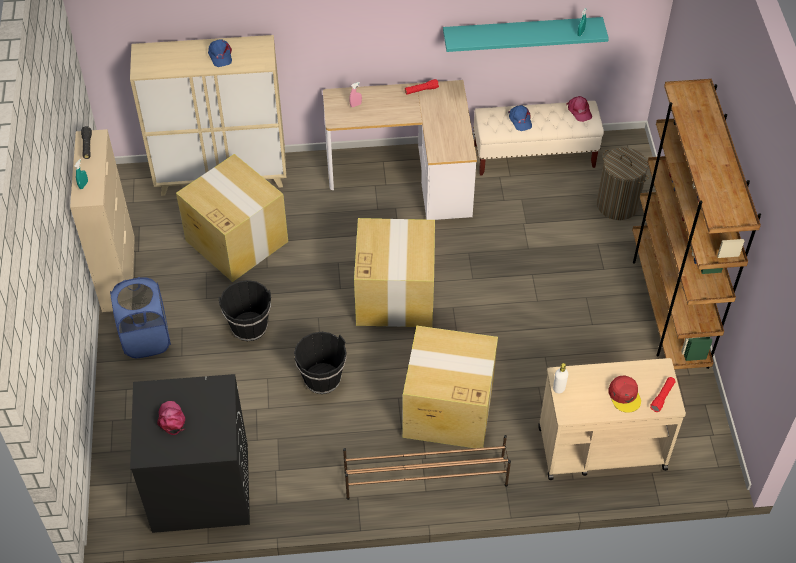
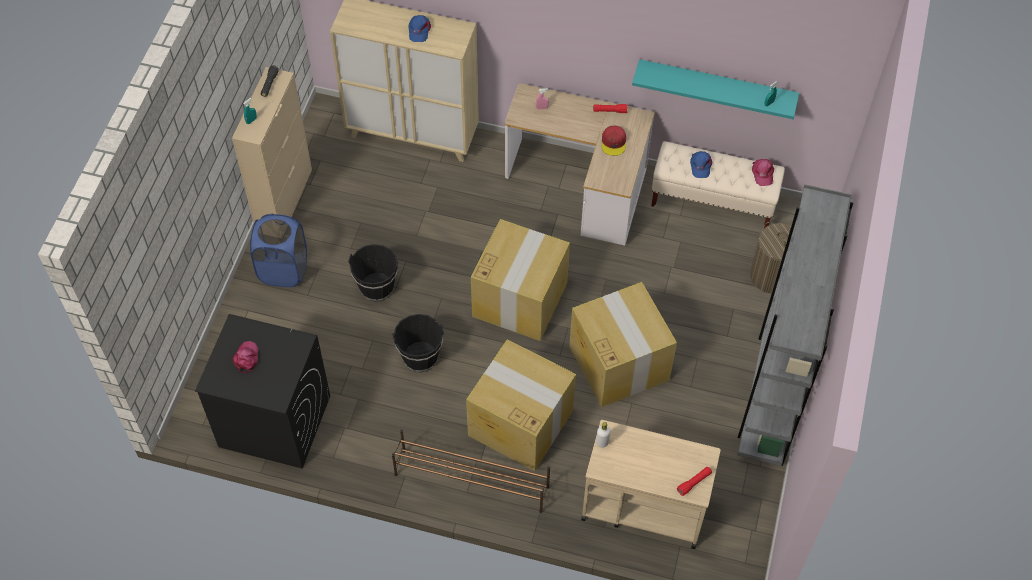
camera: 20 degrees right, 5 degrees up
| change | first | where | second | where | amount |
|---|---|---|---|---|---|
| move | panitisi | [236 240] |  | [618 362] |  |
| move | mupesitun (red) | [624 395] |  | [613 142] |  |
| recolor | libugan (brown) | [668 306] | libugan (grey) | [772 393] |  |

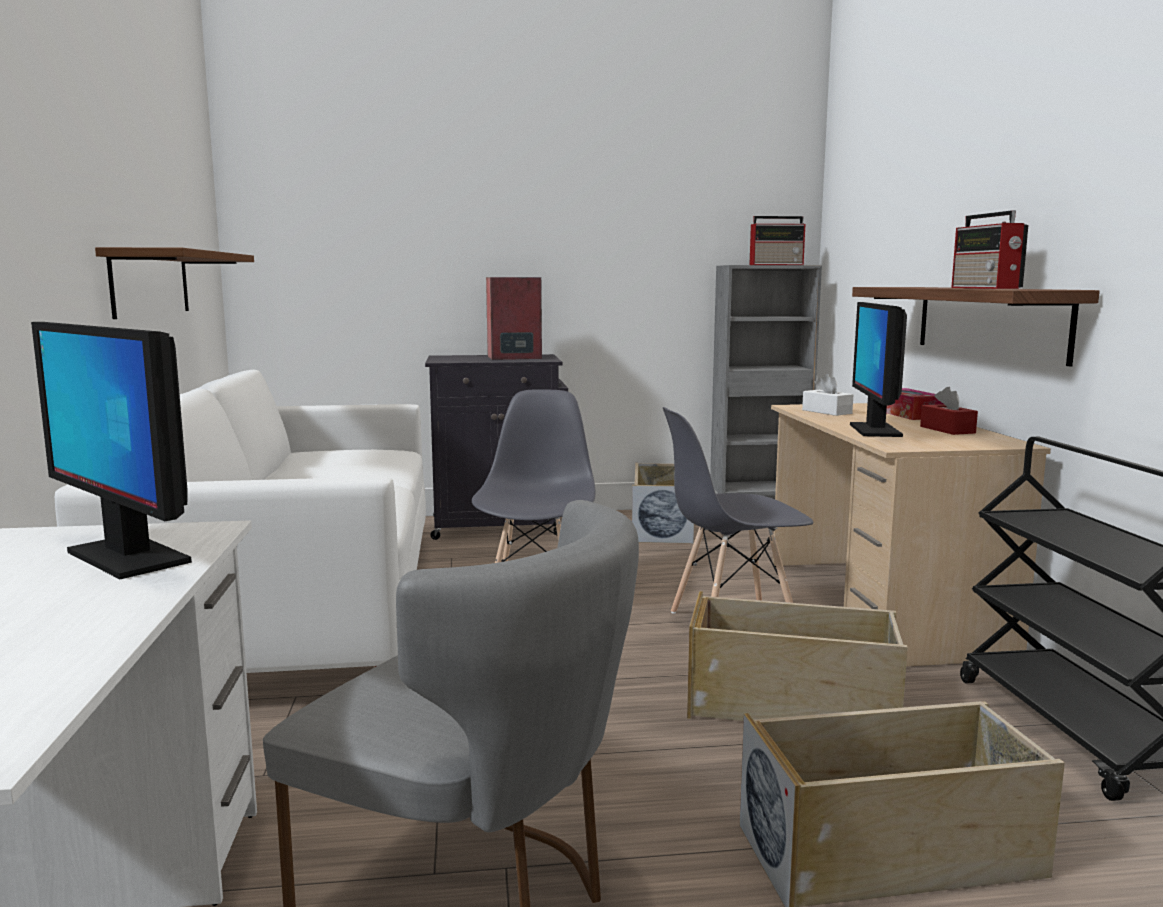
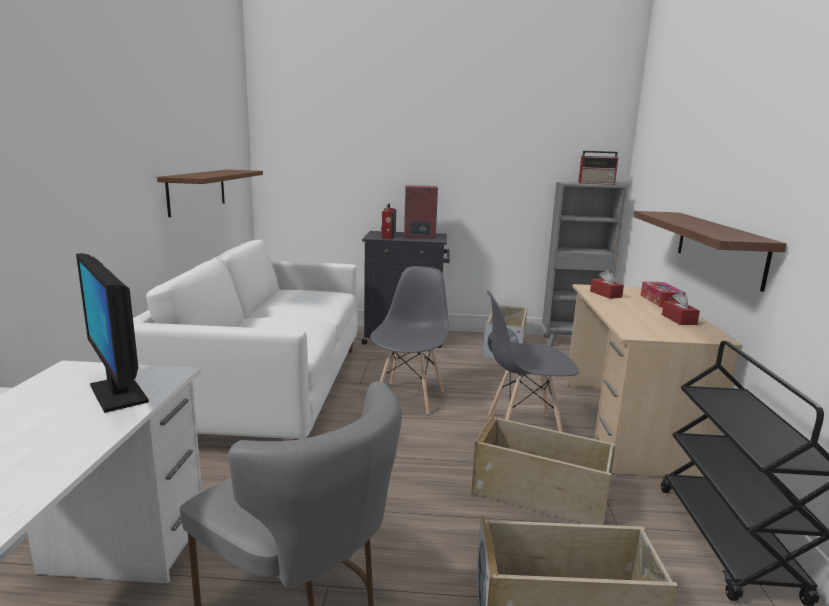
camera: 10 degrees right, 5 degrees up
| change | first | where | second | where | amount |
|---|---|---|---|---|---|
| delete | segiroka | [875 430] |  |  |  |
| move | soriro | [986 288] |  | [388 236] |  |
| recolor | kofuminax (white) | [826 412] | kofuminax (red) | [605 294] |  |

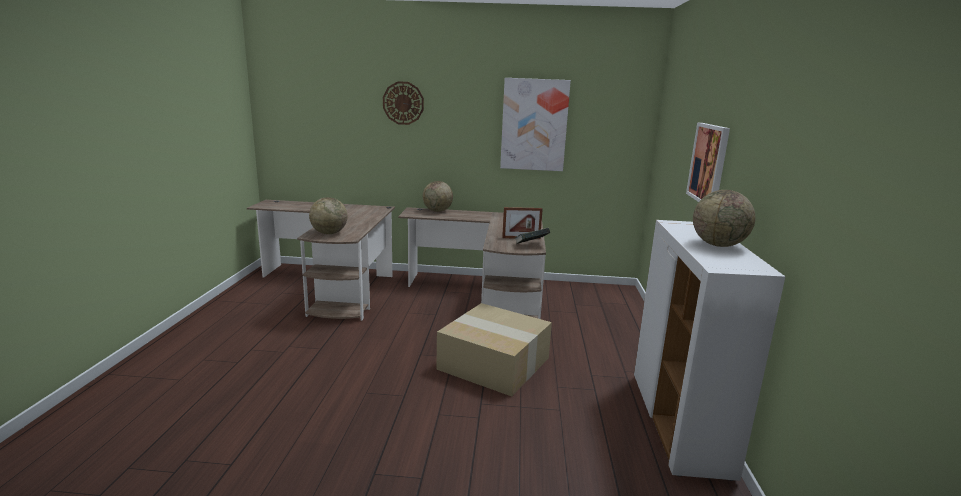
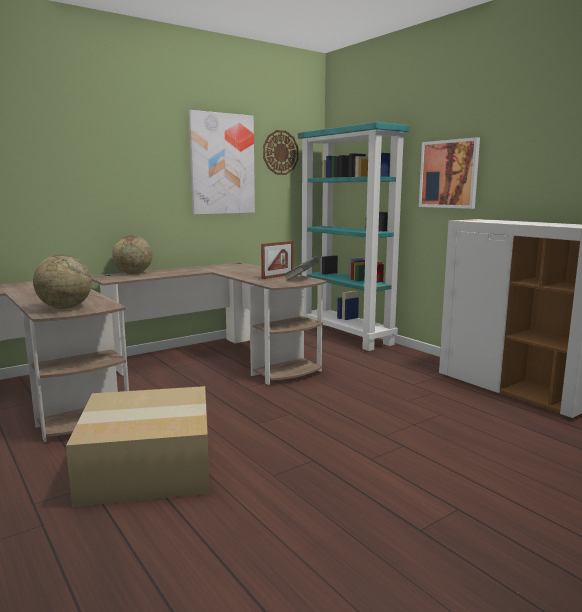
camera: 40 degrees left, 5 degrees down
| change | first | where | second | where | amount |
|---|---|---|---|---|---|
| delete | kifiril | [718 245] |  |  |  |
| insert |  |  | libugan (turquoise) | [346 336] |  |
| move | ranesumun | [403 103] |  | [280 152] |  |
| move | panitisi | [492 363] |  | [145 467] |  |

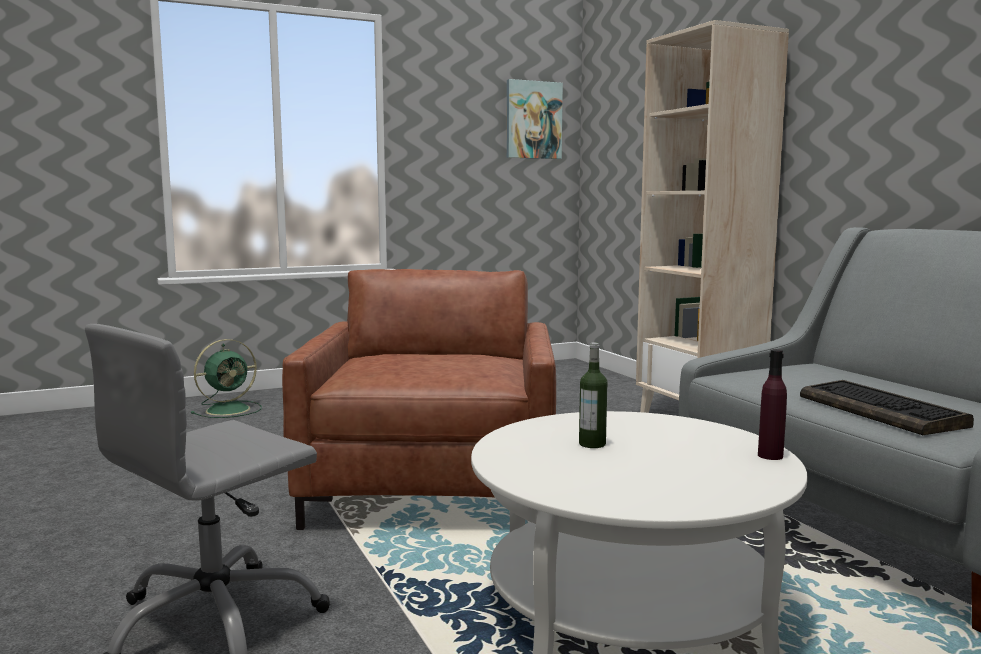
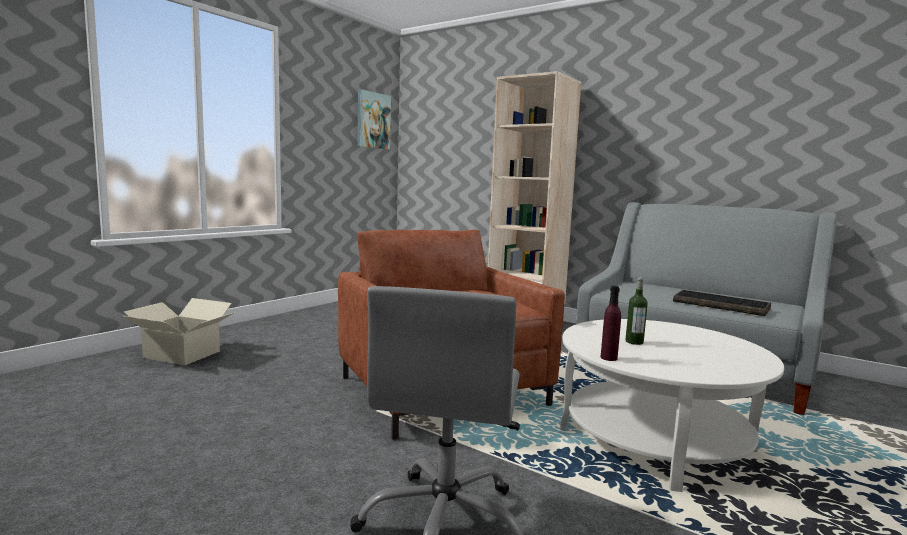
camera: 30 degrees left, 0 degrees up
| change | first | where | second | where | amount |
|---|---|---|---|---|---|
| move | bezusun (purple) | [770 456] |  | [608 358] |  |
| replace | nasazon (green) | [230 409] | panitisi | [182 354] |  |

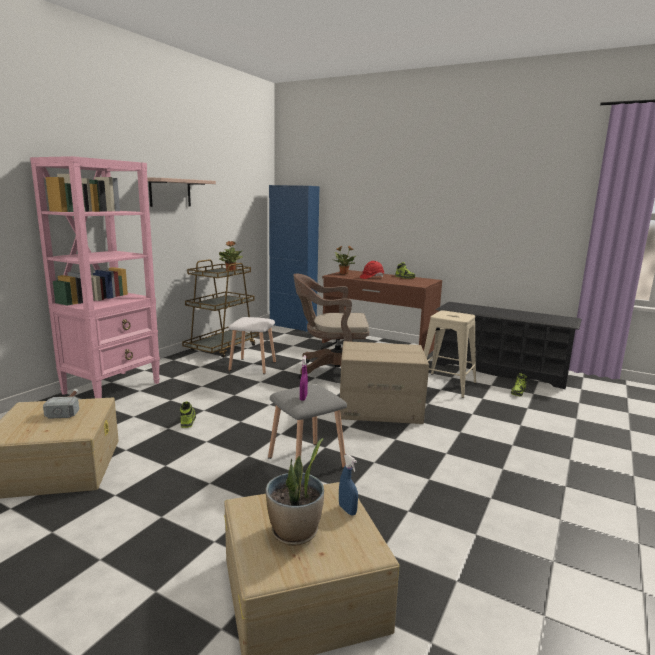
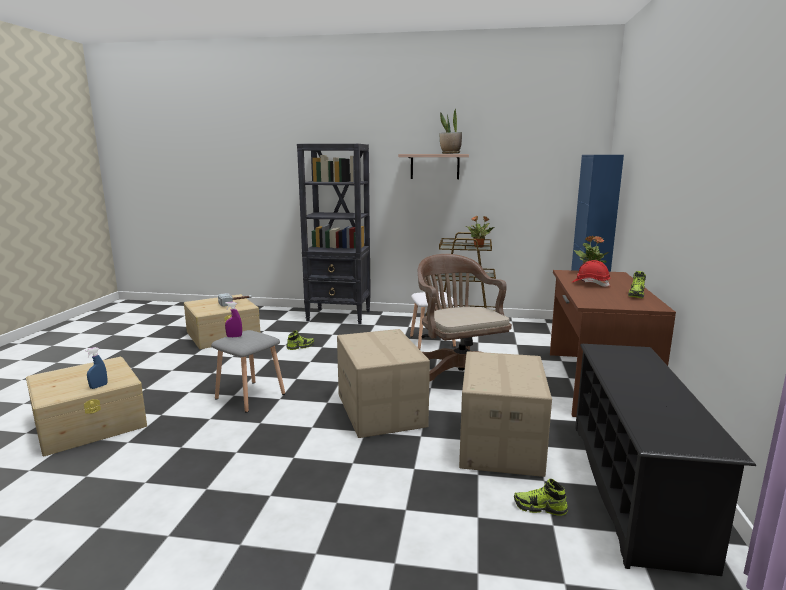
camera: 70 degrees right, 0 degrees up
| change | first | where | second | where | amount |
|---|---|---|---|---|---|
| move | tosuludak | [295 532] |  | [450 153] |  |
| replace | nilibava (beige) | [446 385] | panitisi | [499 443] |  |
| recolor | libugan (pink) | [113 388] | libugan (black) | [339 316] |  |

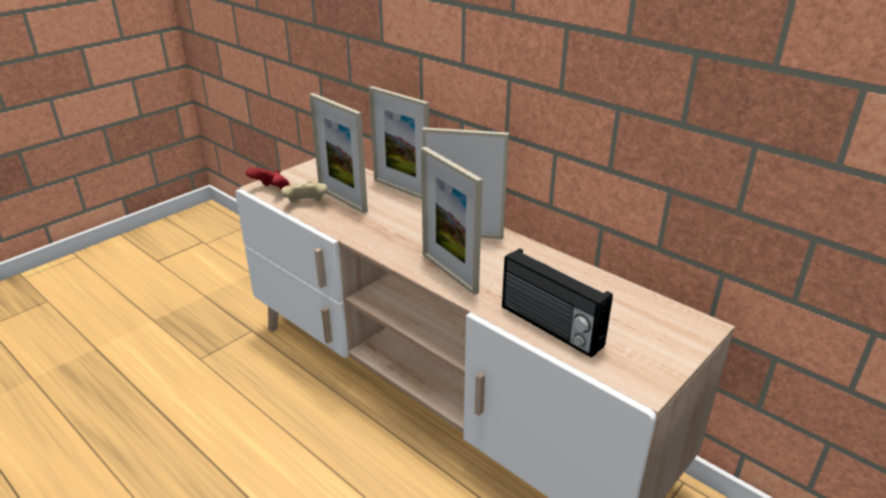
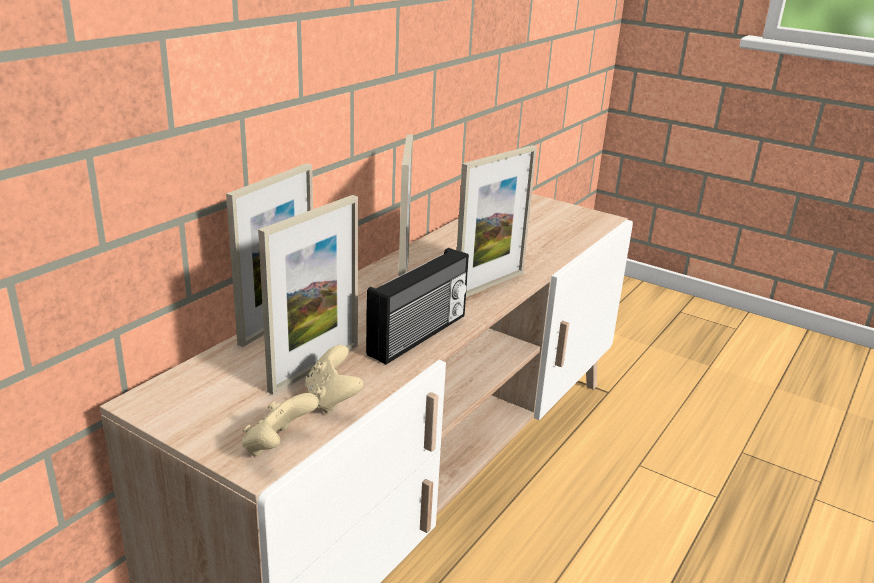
camera: 100 degrees left, 5 degrees down
| change | first | where | second | where | amount |
|---|---|---|---|---|---|
| move | soriro | [549 327] |  | [419 335] |  |
| recolor | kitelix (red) | [271 191] | kitelix (beige) | [278 446] |  |

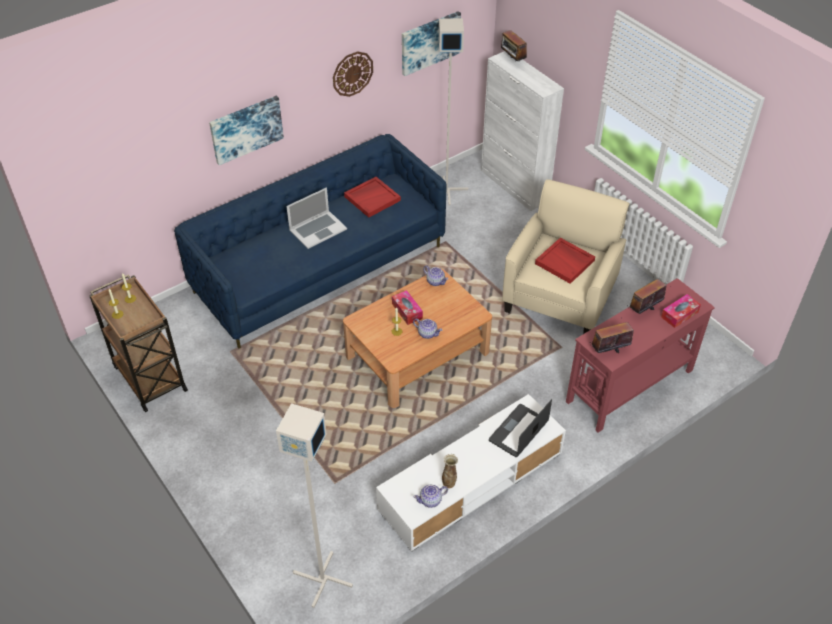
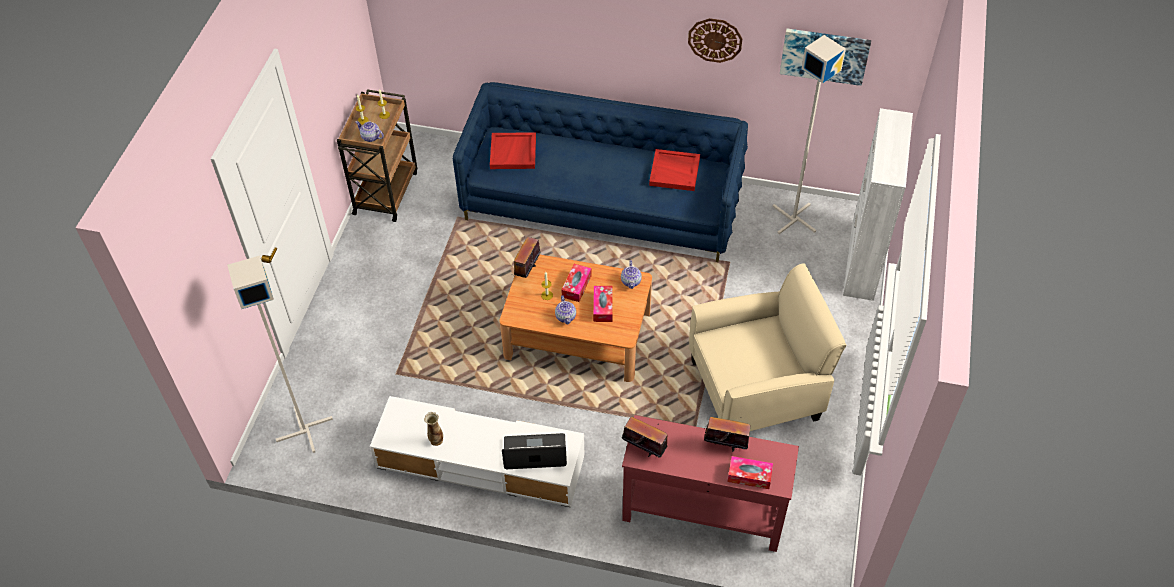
camera: 50 degrees right, 5 degrees up
| change | first | where | second | where | amount |
|---|---|---|---|---|---|
| delete | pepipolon | [246 129] |  |  |  |
| delete | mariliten | [318 229] |  |  |  |
| insert |  |  | kofuminax | [603 307] |  |
| move | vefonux | [431 500] |  | [371 137] |  |
| move | soriro | [512 61] |  | [527 270] |  |
| move | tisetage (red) | [565 262] |  | [513 153] |  |

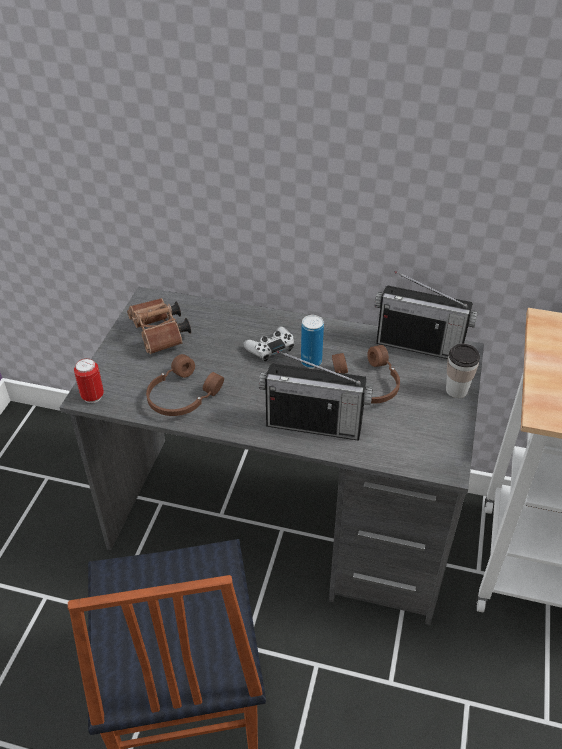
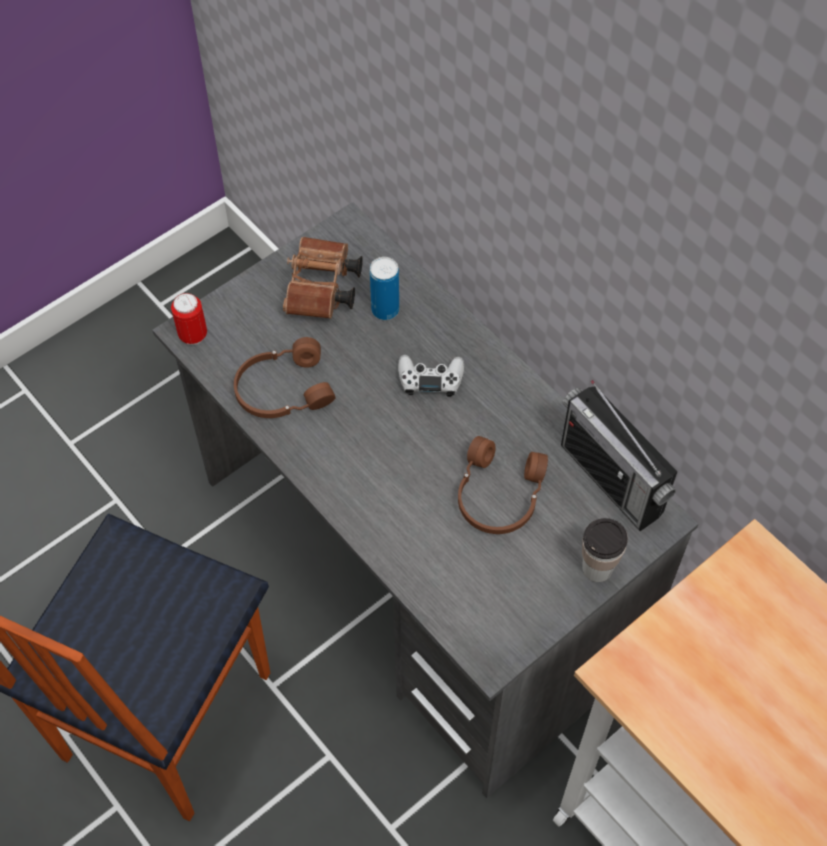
camera: 35 degrees right, 15 degrees up
| change | first | where | second | where | amount |
|---|---|---|---|---|---|
| delete | soriro | [314 425] |  |  |  |
| move | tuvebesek | [311 361] |  | [385 310] |  |

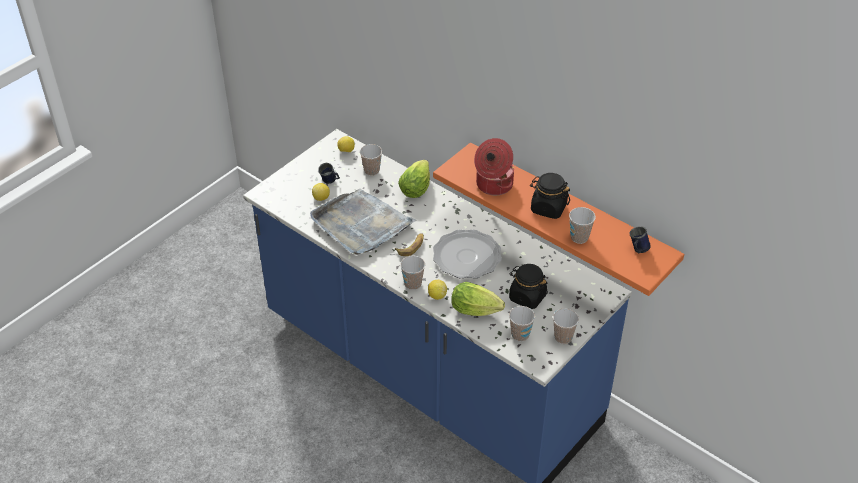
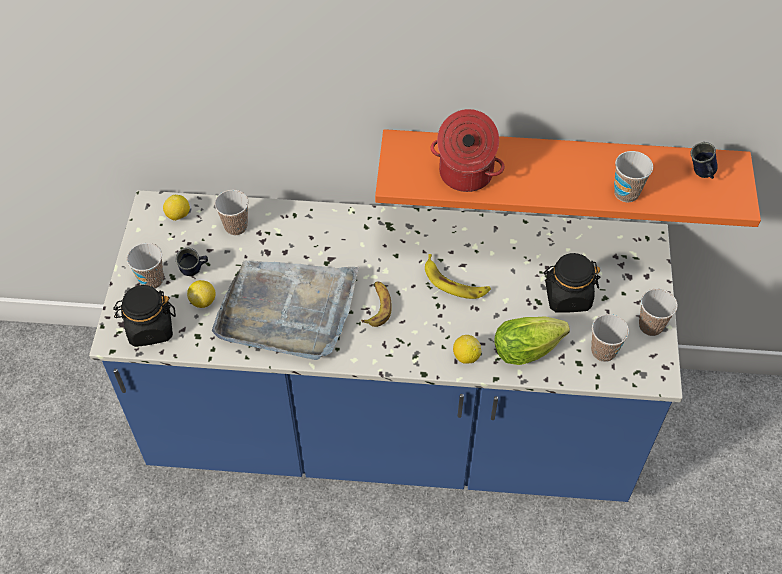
camera: 35 degrees left, 10 degrees up
| change | first | where | second | where | amount |
|---|---|---|---|---|---|
| delete | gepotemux | [417 187] |  |  |  |
| move | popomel | [413 284] |  | [151 280] |  |
| move | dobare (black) | [548 208] |  | [150 328] |  |
| replace | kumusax | [467 257] | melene | [455 282] |  |

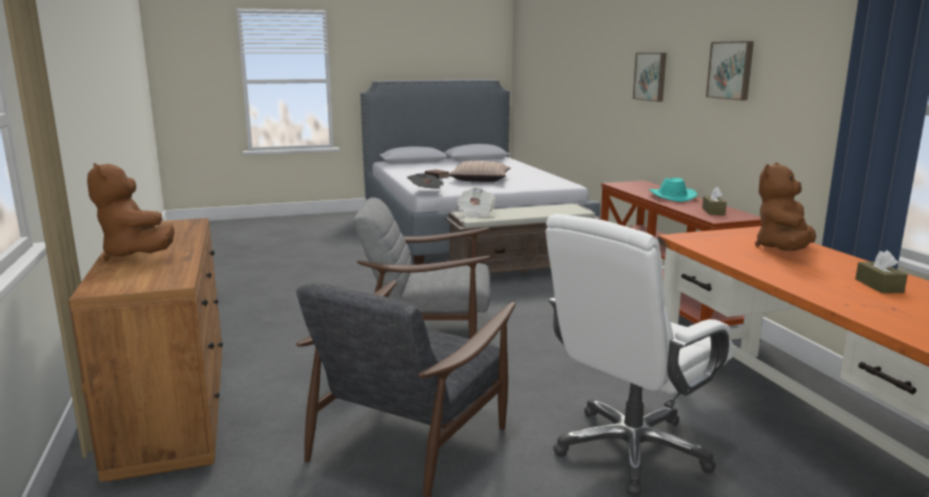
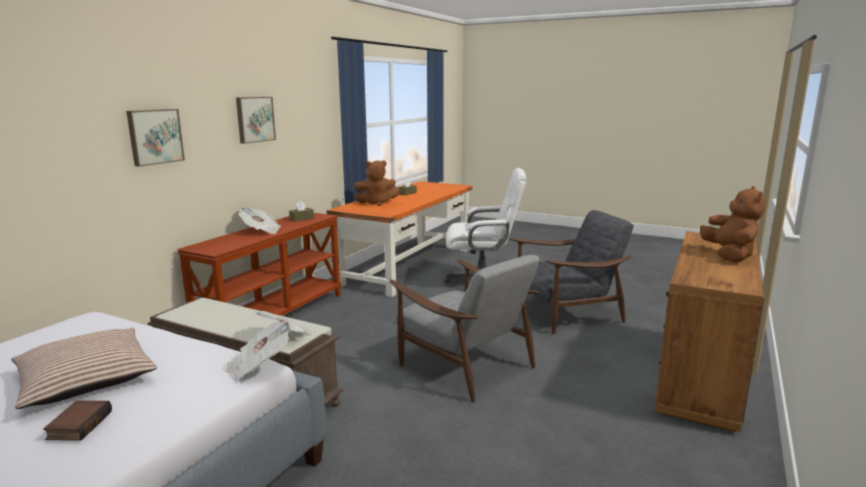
camera: 135 degrees left, 0 degrees up
| change | first | where | second | where | amount |
|---|---|---|---|---|---|
| replace | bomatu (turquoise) | [671 197] | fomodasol | [261 231] |  |

